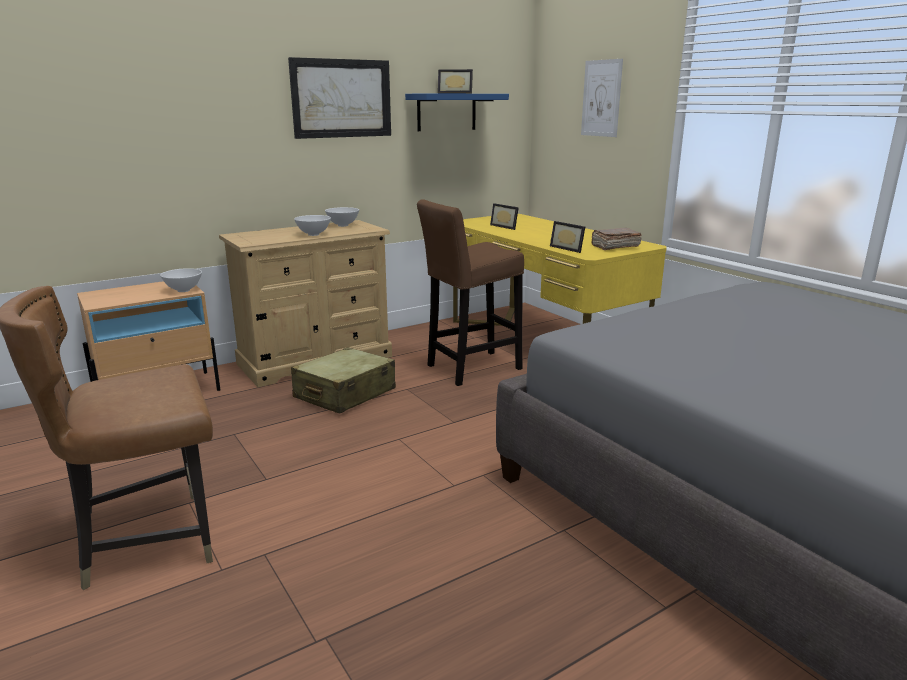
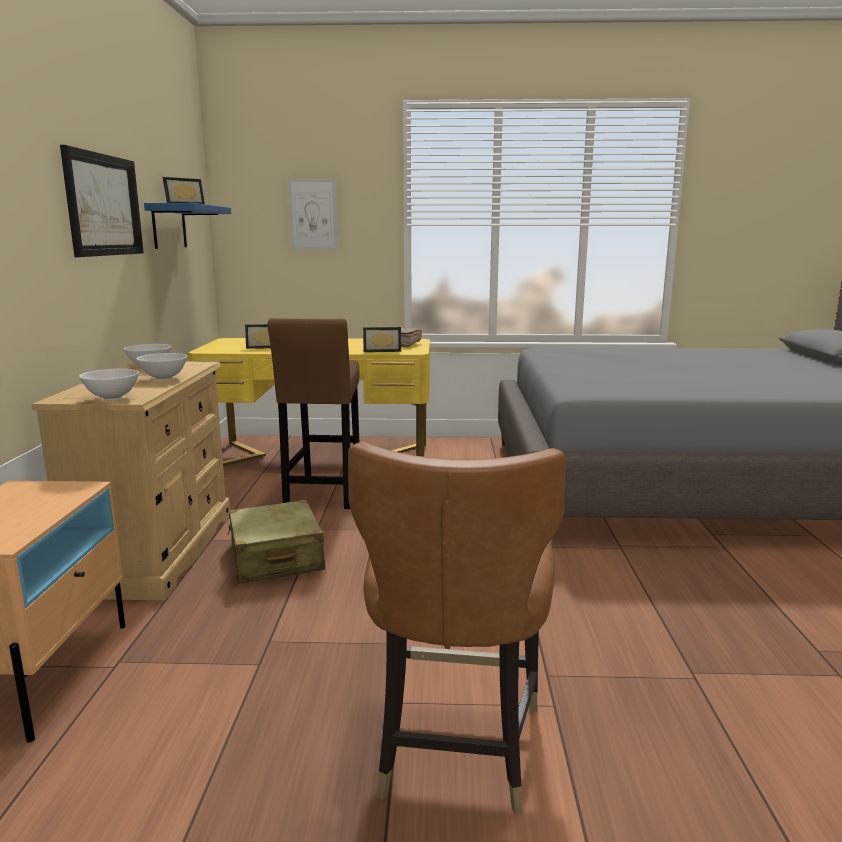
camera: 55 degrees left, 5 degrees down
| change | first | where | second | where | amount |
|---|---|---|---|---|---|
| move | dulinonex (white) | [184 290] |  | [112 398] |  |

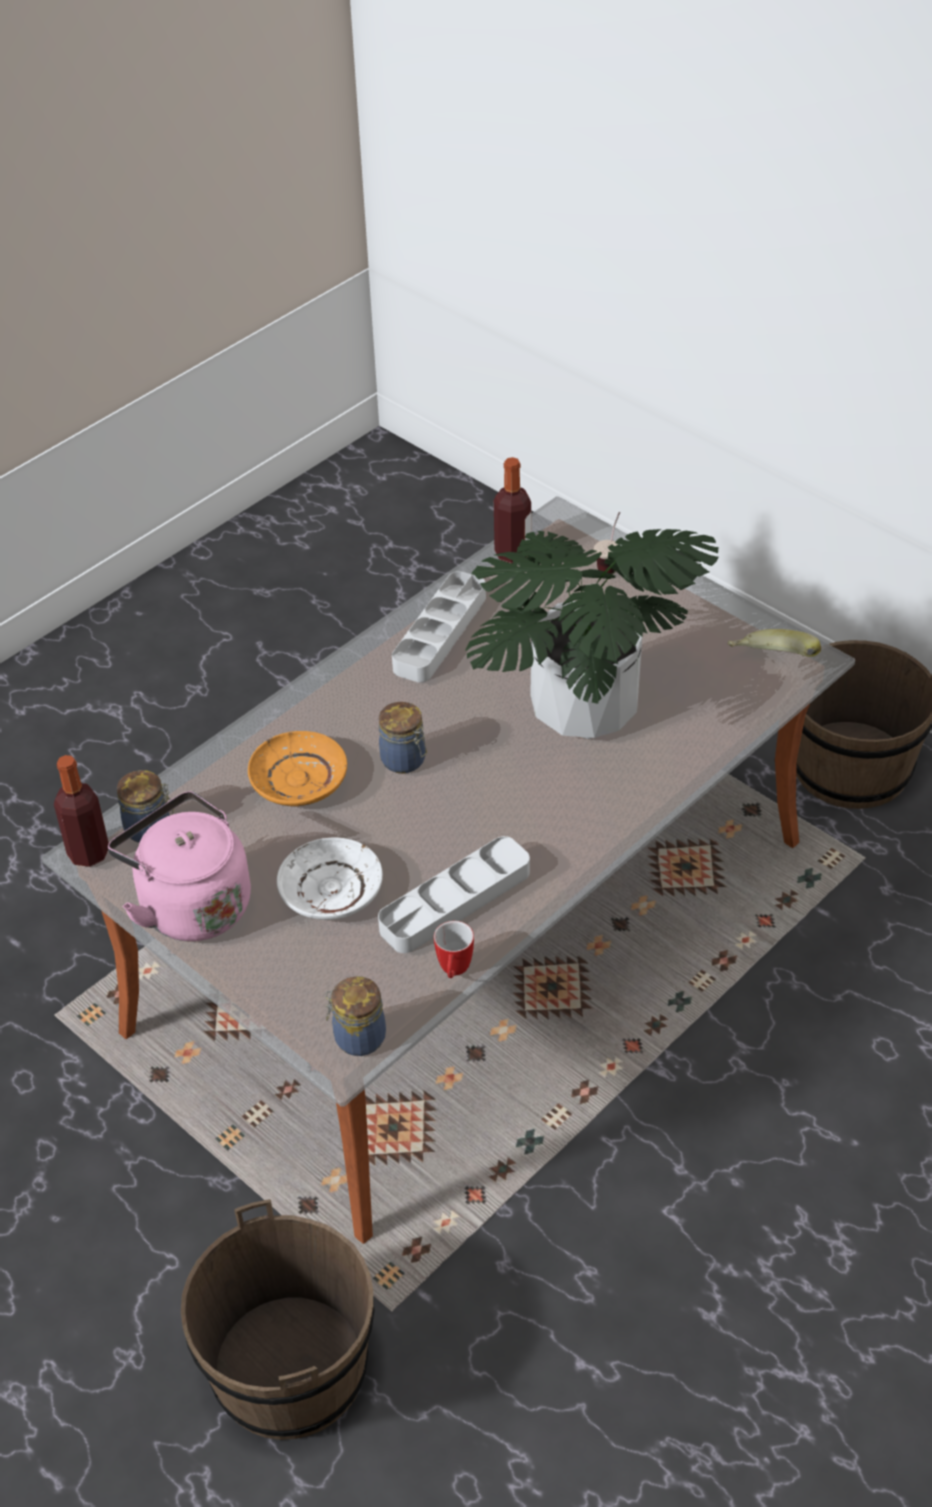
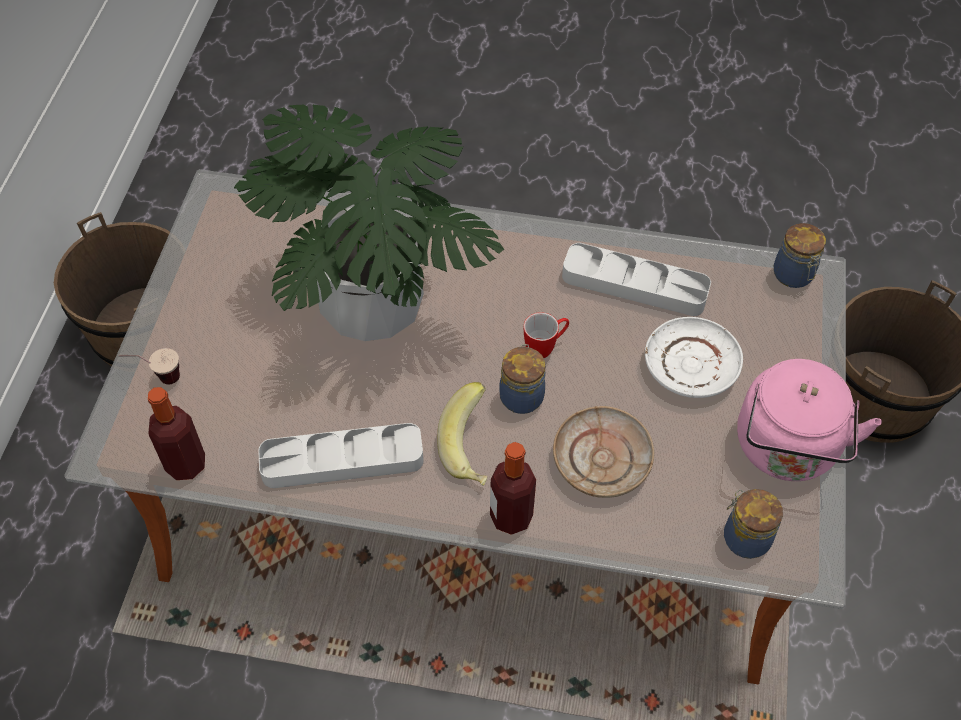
camera: 125 degrees left, 10 degrees up
| change | first | where | second | where | amount |
|---|---|---|---|---|---|
| move | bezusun | [88 853] |  | [511 516] |  |
| move | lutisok | [454 972] |  | [545 347] |  |
| move | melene | [772 663] |  | [473 448] |  |
| recolor | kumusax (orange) | [299 780] | kumusax (beige) | [602 459] |  |

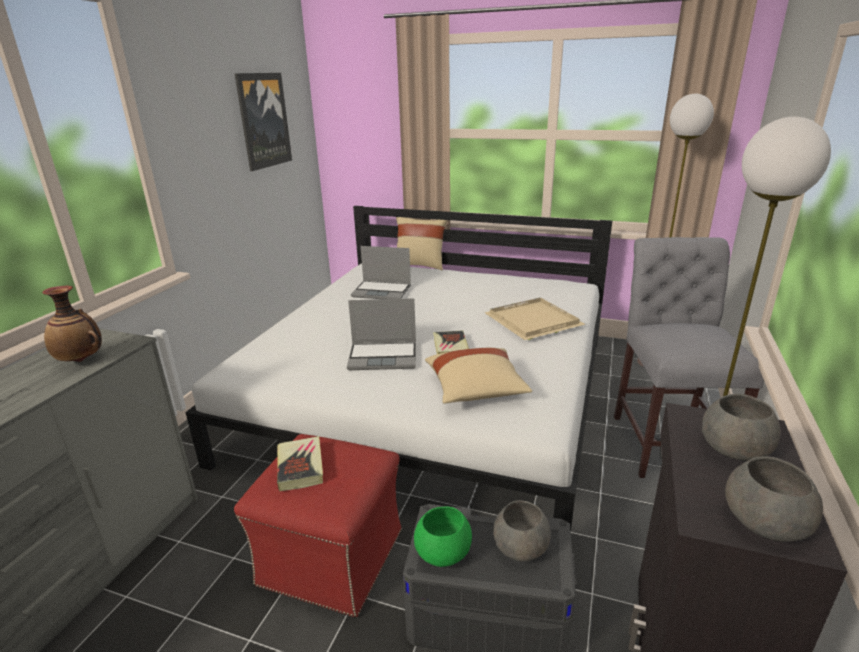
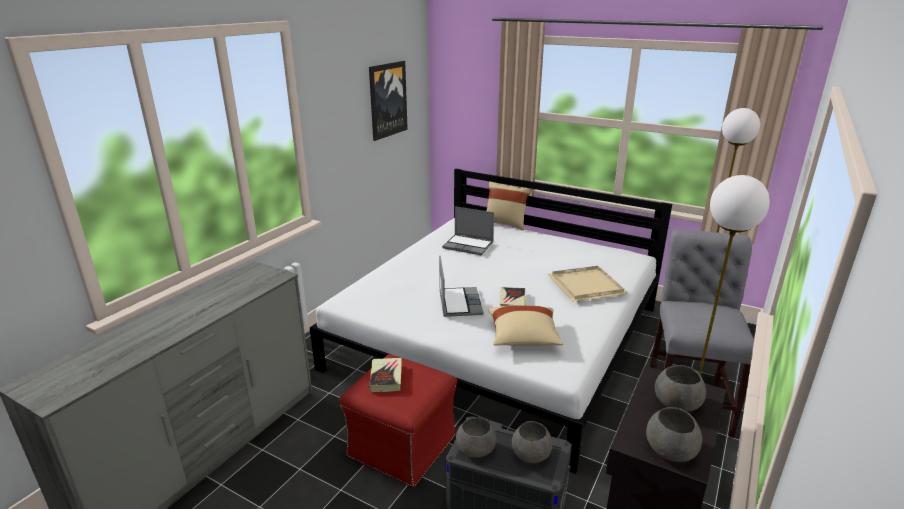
camera: 10 degrees right, 0 degrees up
| change | first | where | second | where | amount |
|---|---|---|---|---|---|
| delete | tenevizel | [81 360] |  |  |  |
| recolor | dulinonex (green) | [444 551] | dulinonex (grey) | [476 448] |  |
| rotate | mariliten | [384 357] |  | [459 303] | 105 degrees counterclockwise |

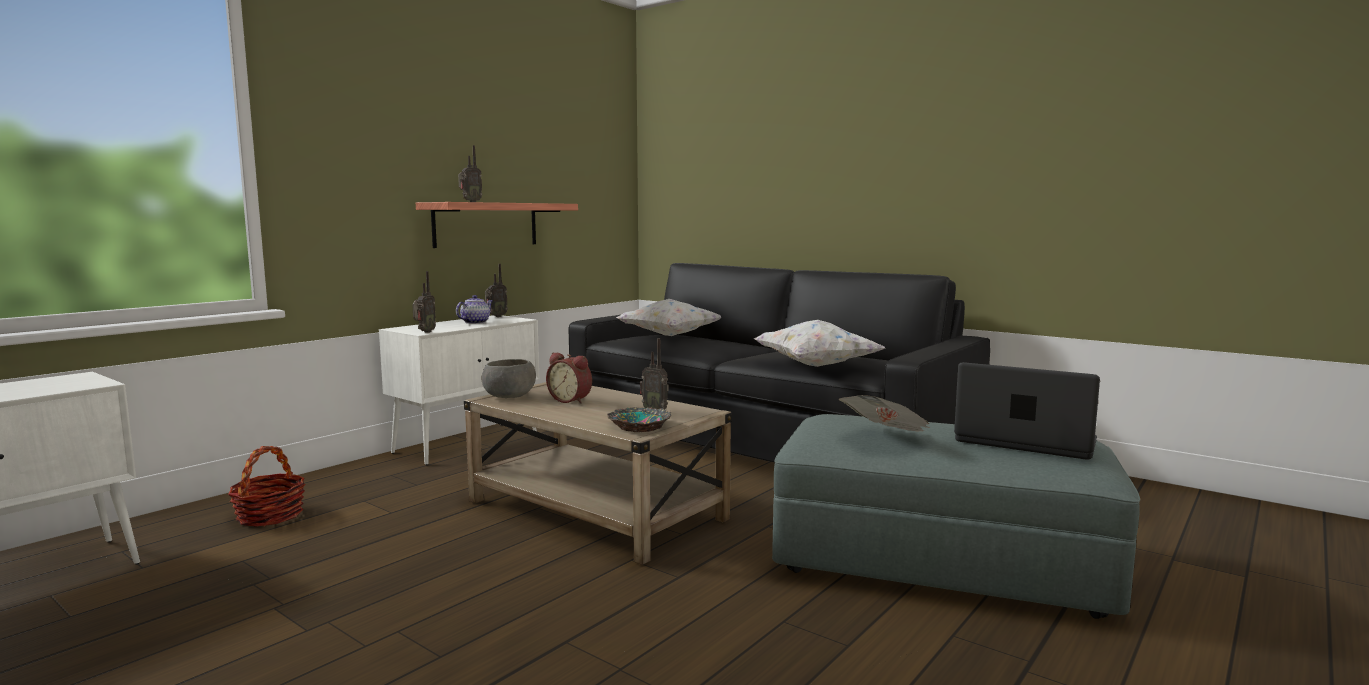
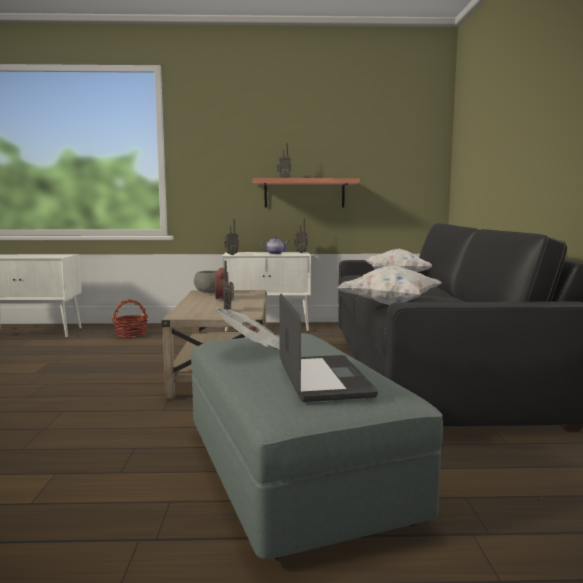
camera: 50 degrees right, 0 degrees up
| change | first | where | second | where | amount |
|---|---|---|---|---|---|
| delete | dulinonex | [639 425] |  |  |  |

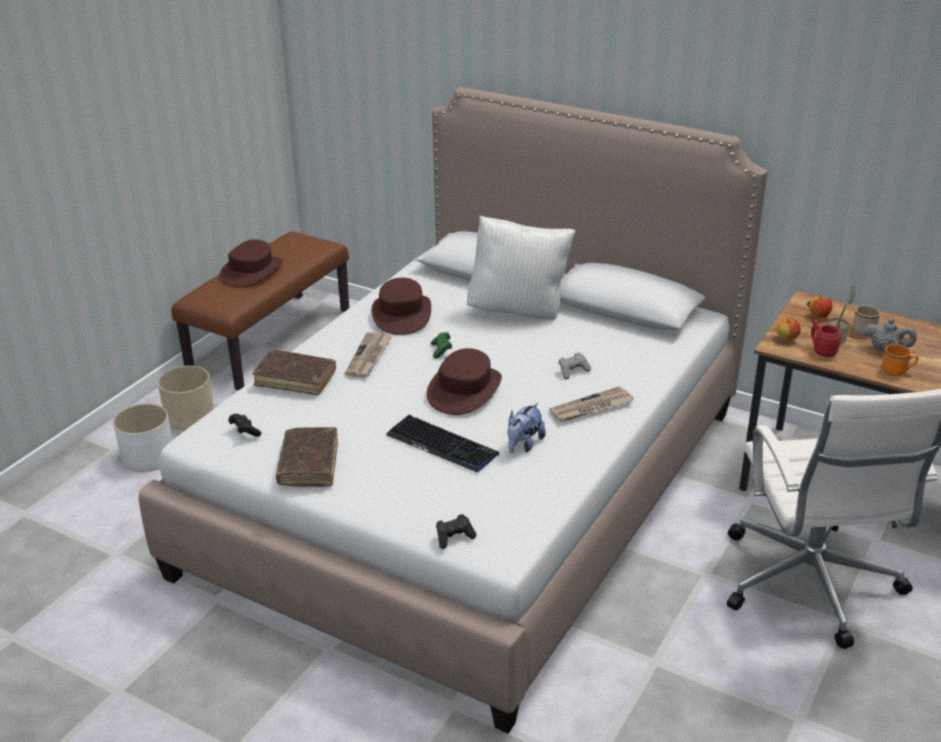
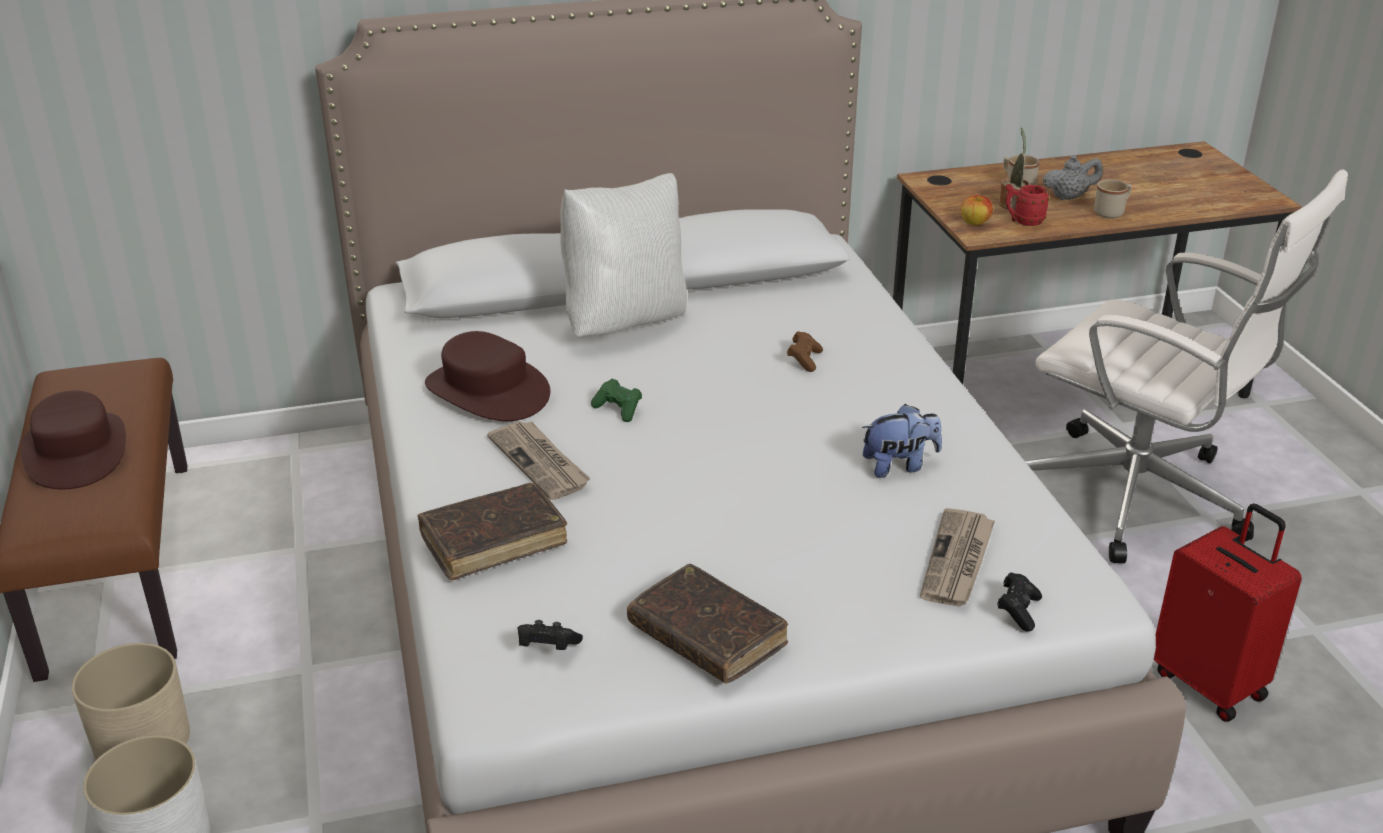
camera: 45 degrees left, 0 degrees up
| change | first | where | second | where | amount |
|---|---|---|---|---|---|
| delete | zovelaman | [442 445] |  |  |  |
| delete | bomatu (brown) | [464 390] |  |  |  |
| delete | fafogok | [819 316] |  |  |  |
| insert |  |  | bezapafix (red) | [1210 683] |  |
| move | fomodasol | [591 407] |  | [958 561] |  |
| recolor | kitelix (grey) | [573 371] | kitelix (brown) | [804 360] |  |
| recolor | lutisok (orange) | [897 371] | lutisok (beige) | [1112 212] |  |
| rotate | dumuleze | [523 445] |  | [899 465] | 90 degrees counterclockwise |

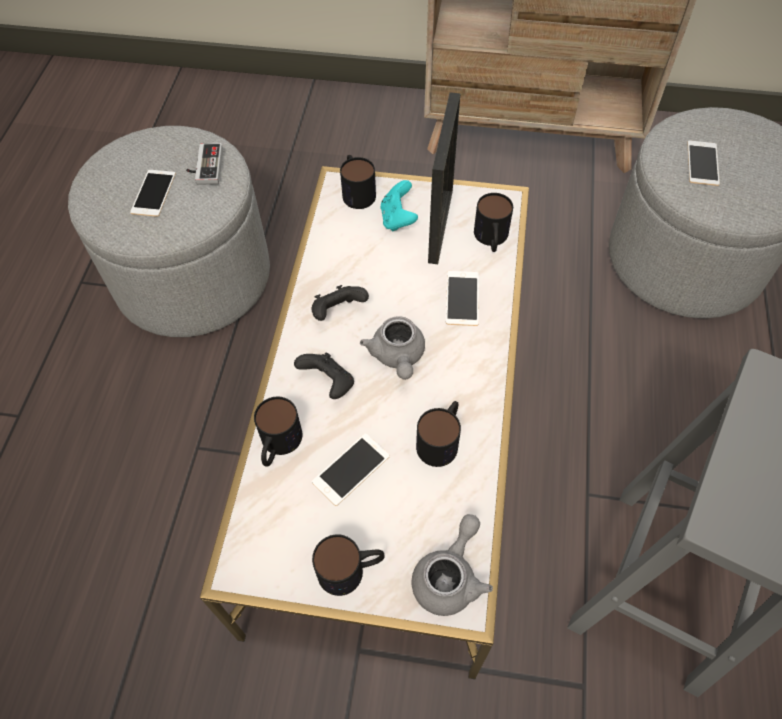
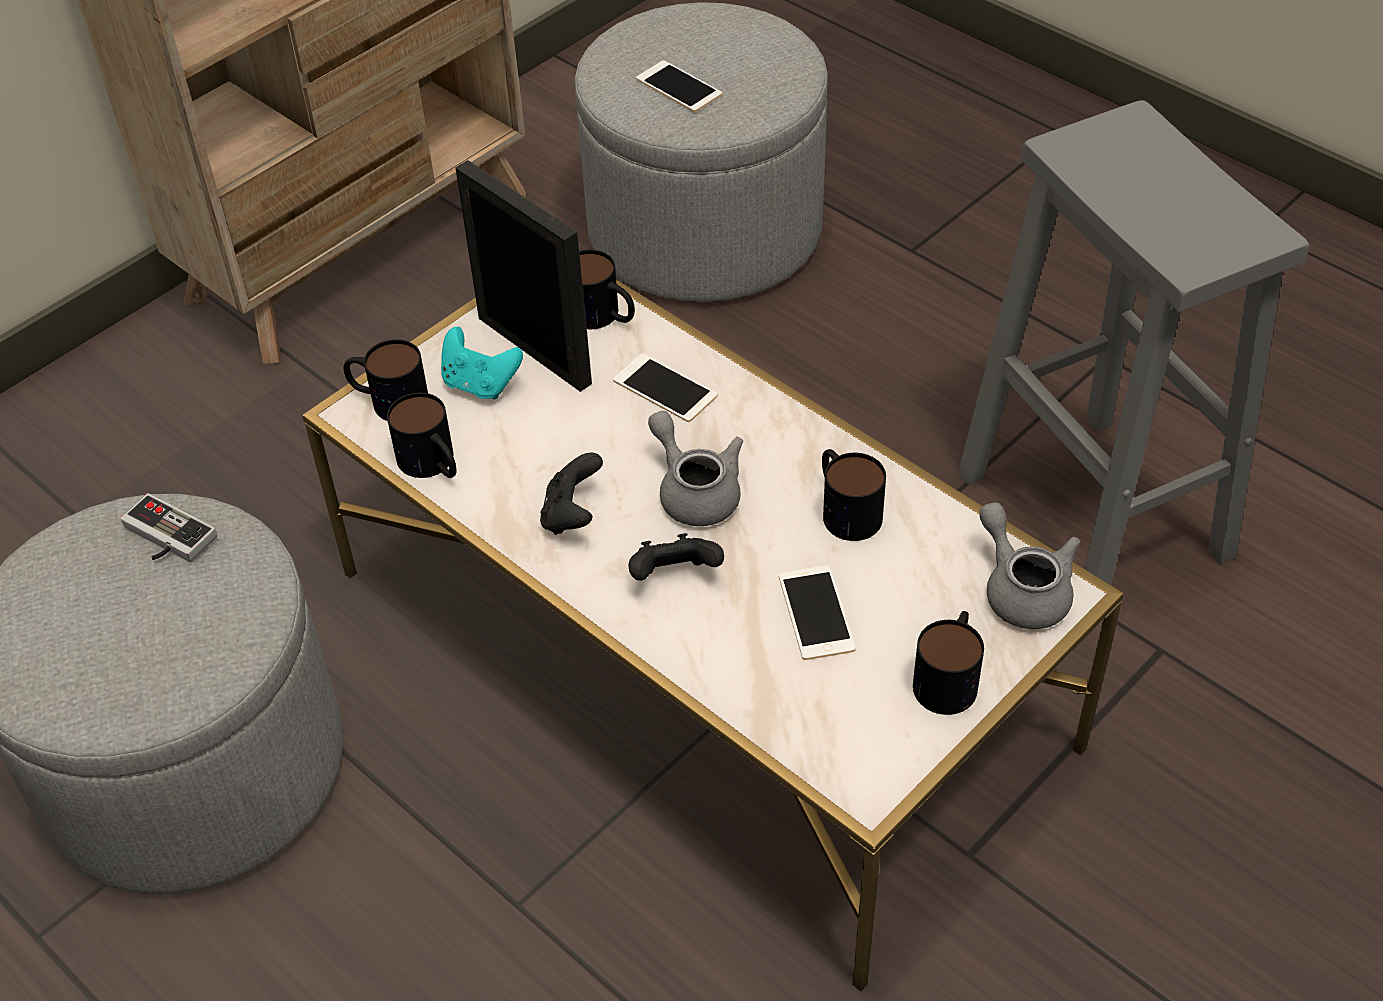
camera: 55 degrees left, 10 degrees down
| change | first | where | second | where | amount |
|---|---|---|---|---|---|
| delete | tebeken | [153 193] |  |  |  |
| move | lutisok | [278 445] |  | [433 465] |  |
| rotate | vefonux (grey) | [397 357] |  | [695 491] | 150 degrees counterclockwise |

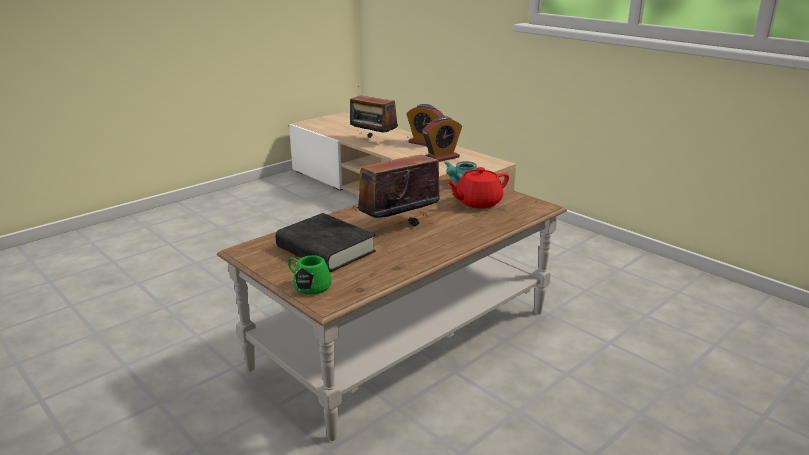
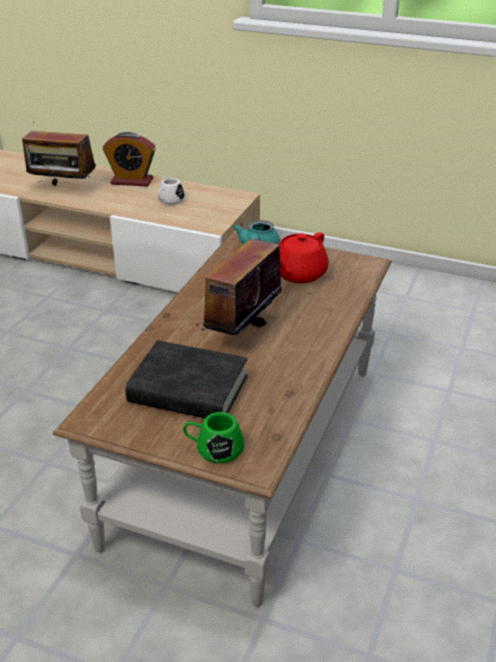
camera: 25 degrees left, 10 degrees up
| change | first | where | second | where | amount |
|---|---|---|---|---|---|
| replace | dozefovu | [441 158] | lutisok (white) | [169 201] |  |

